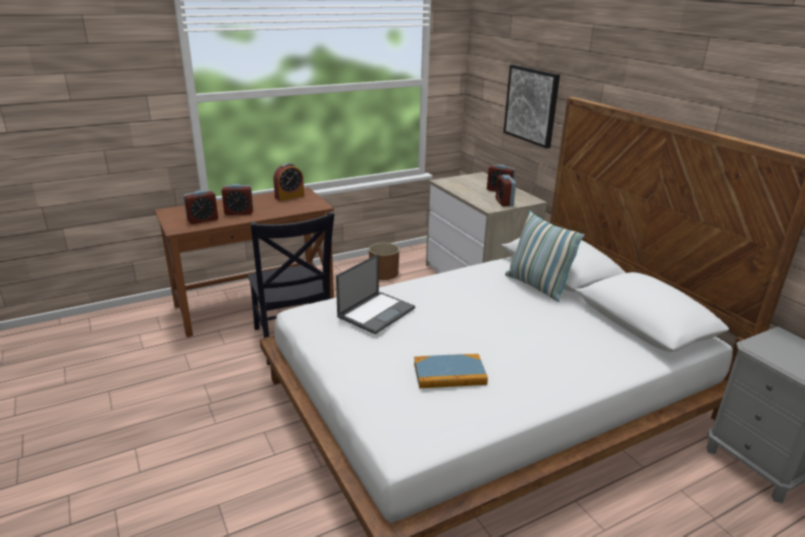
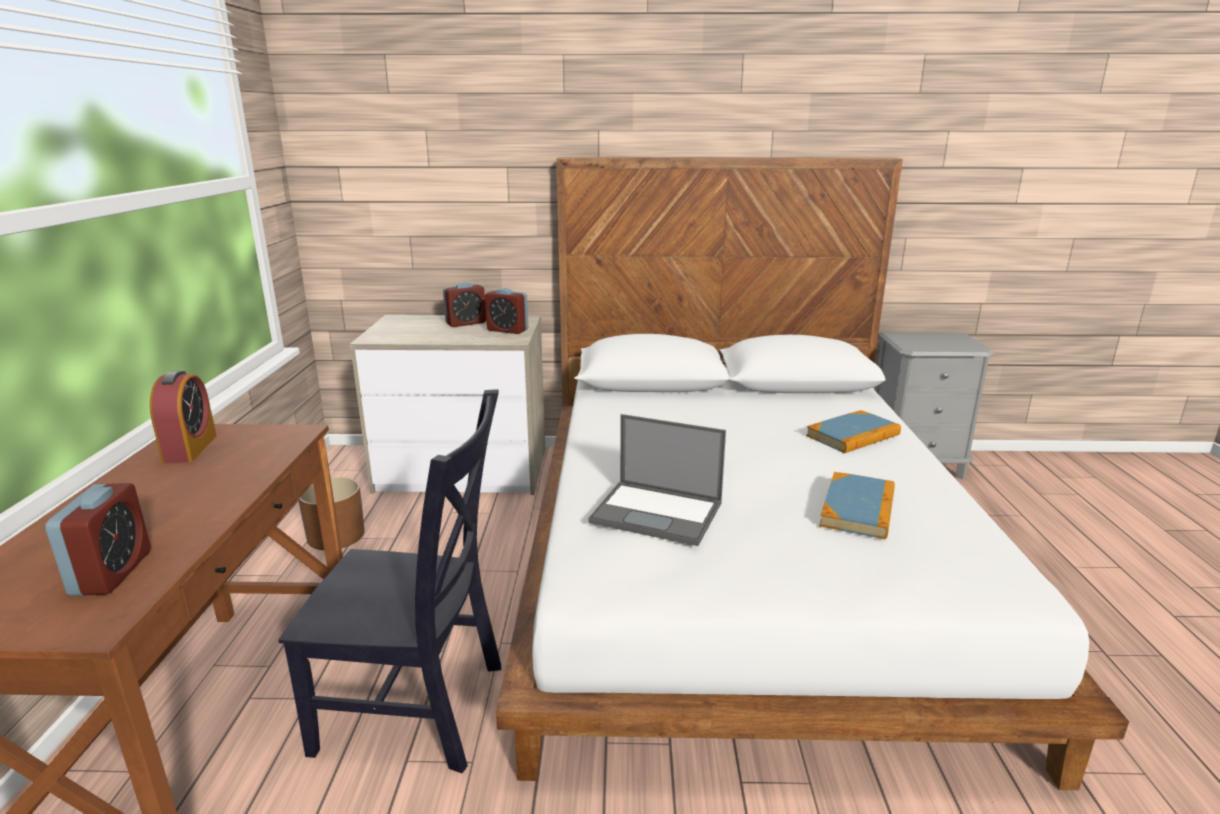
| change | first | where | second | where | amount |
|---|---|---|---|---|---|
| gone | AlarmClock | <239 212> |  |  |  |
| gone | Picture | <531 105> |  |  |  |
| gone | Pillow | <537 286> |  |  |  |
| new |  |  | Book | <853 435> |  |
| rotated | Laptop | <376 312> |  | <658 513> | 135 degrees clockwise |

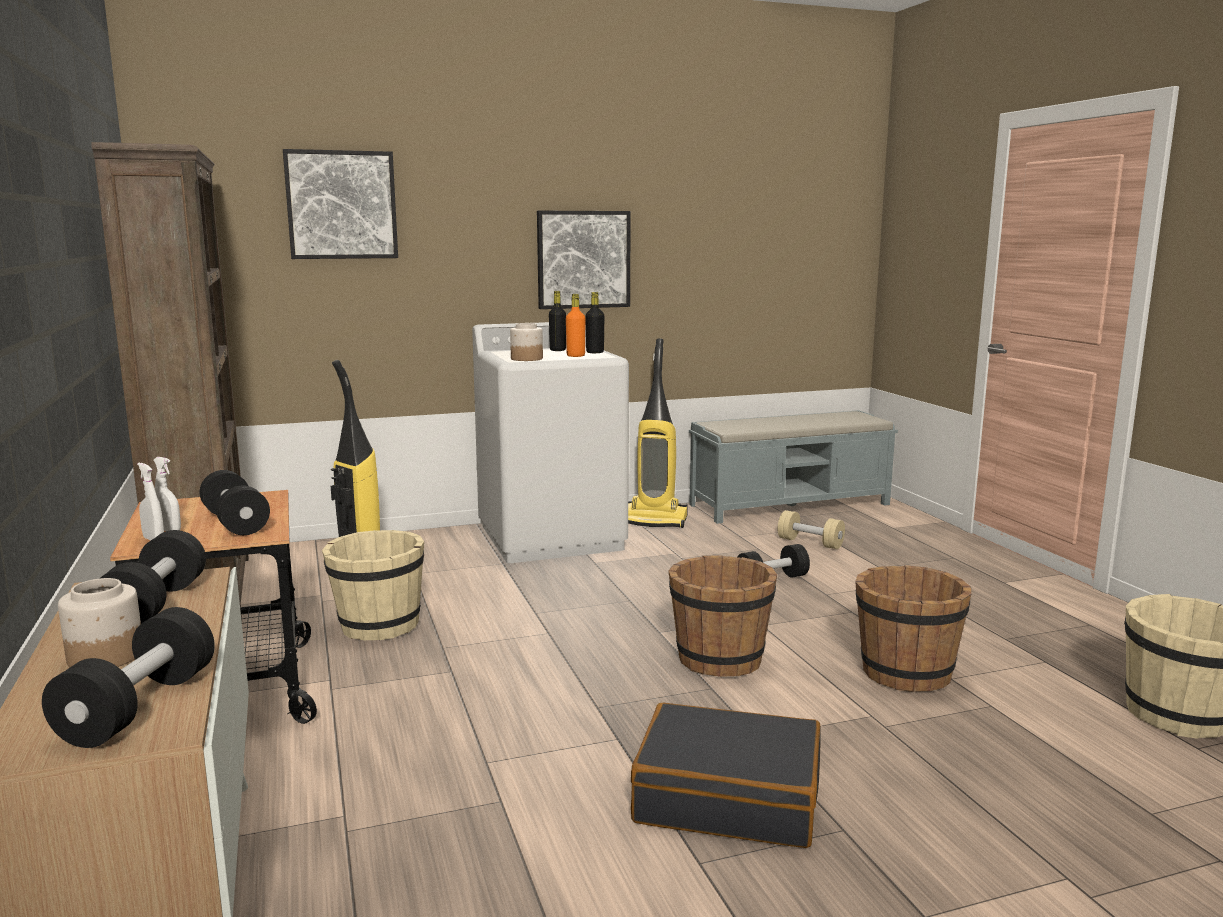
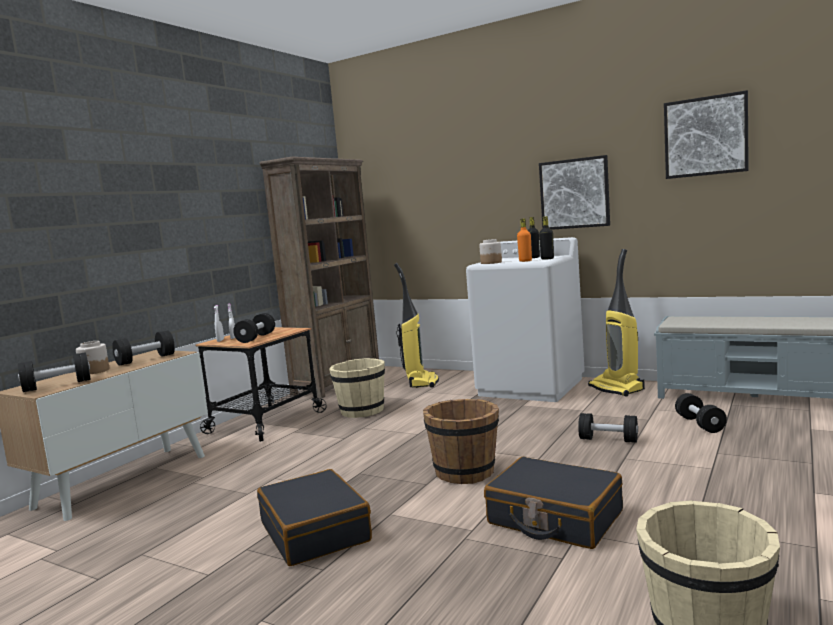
| change | first | where | second | where | amount |
|---|---|---|---|---|---|
| shifted | Picture | <341 205> |  | <705 136> |  |
| swapped | BrownBucket | <905 673> | BlackSuitcase | <554 518> |  |
| repainted | BeigeDumbbell | <810 543> | BlackDumbbell | <700 424> |  |

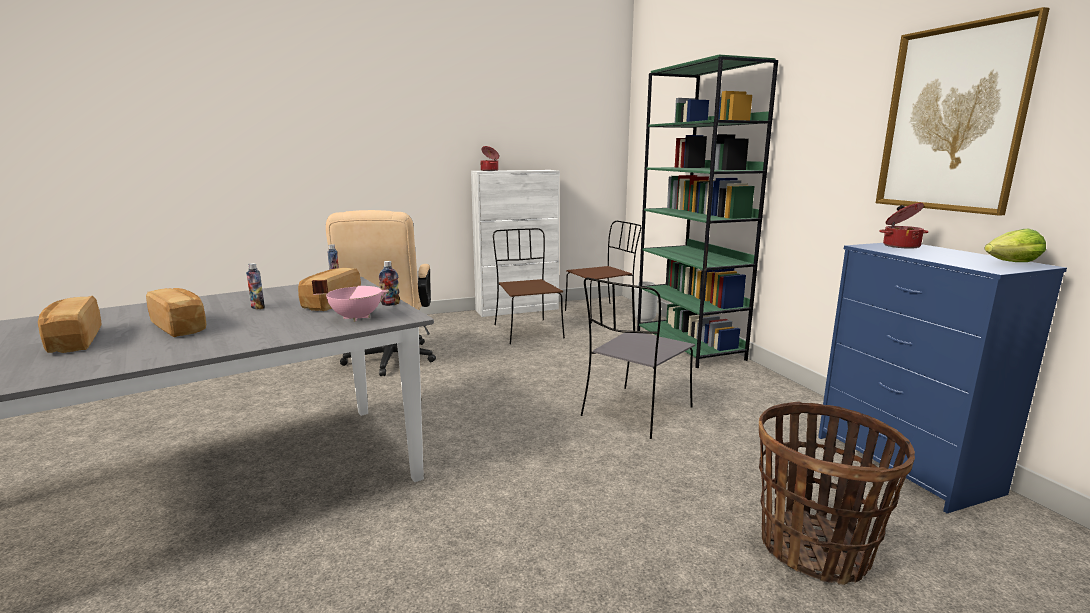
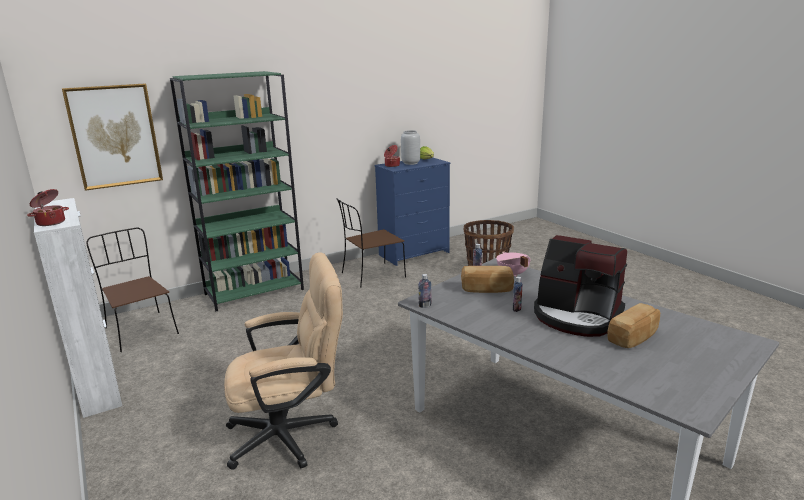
| change | first | where | second | where | amount |
|---|---|---|---|---|---|
| gone | GreyChair | <635 413> |  |  |  |
| shifted | BrownChair | <527 331> |  | <371 275> |  |
| shifted | GreyVase | <644 319> |  | <410 163> |  |
| shifted | Picture | <952 119> |  | <115 136> |  |
| swapped | Bread | <180 327> | CoffeeMachine | <577 316> |  |

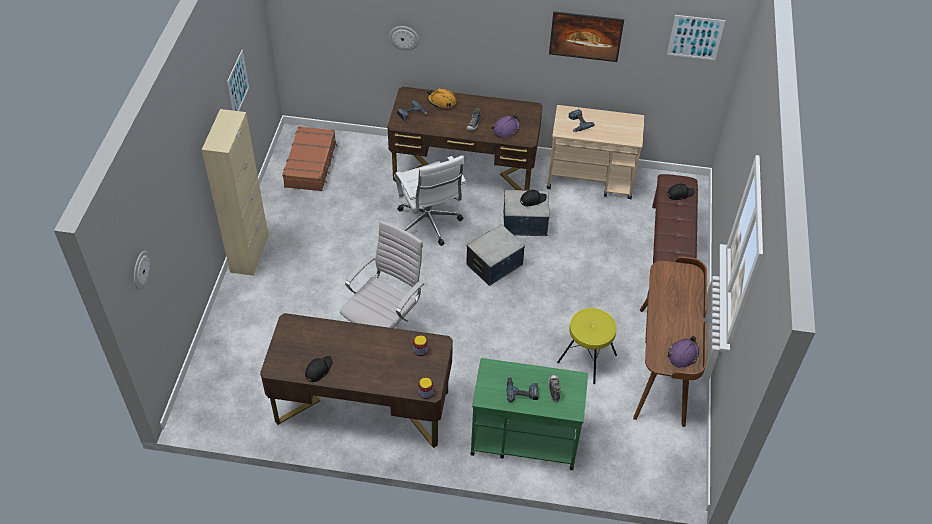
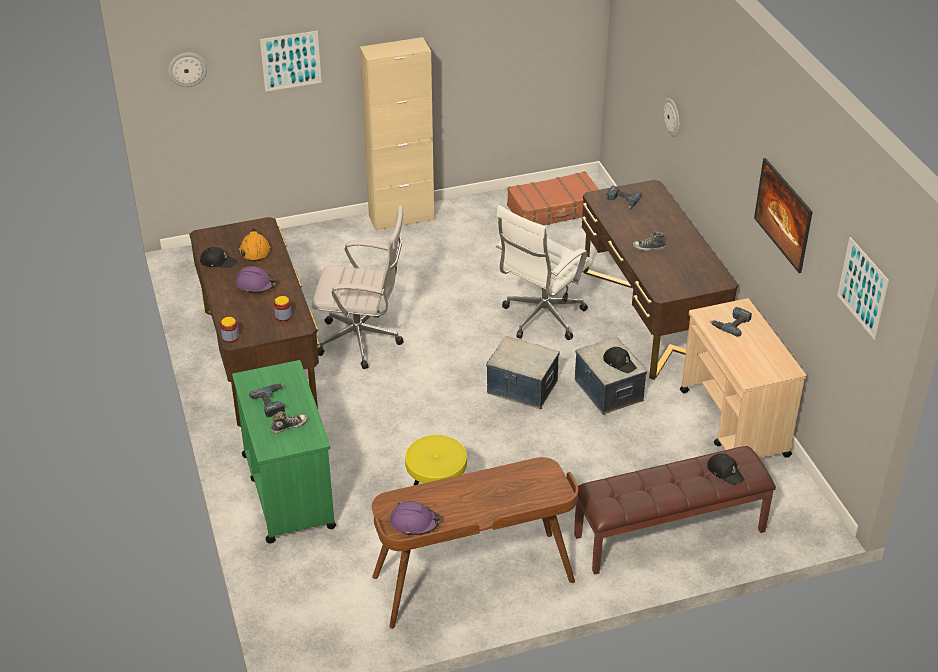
| change | first | where | second | where | amount |
|---|---|---|---|---|---|
| shifted | Picture | <238 84> |  | <291 61> |  |
| shifted | OrangeHardHat | <442 101> |  | <255 250> |  |
| shifted | PurpleHardHat | <506 129> |  | <256 285> |  |

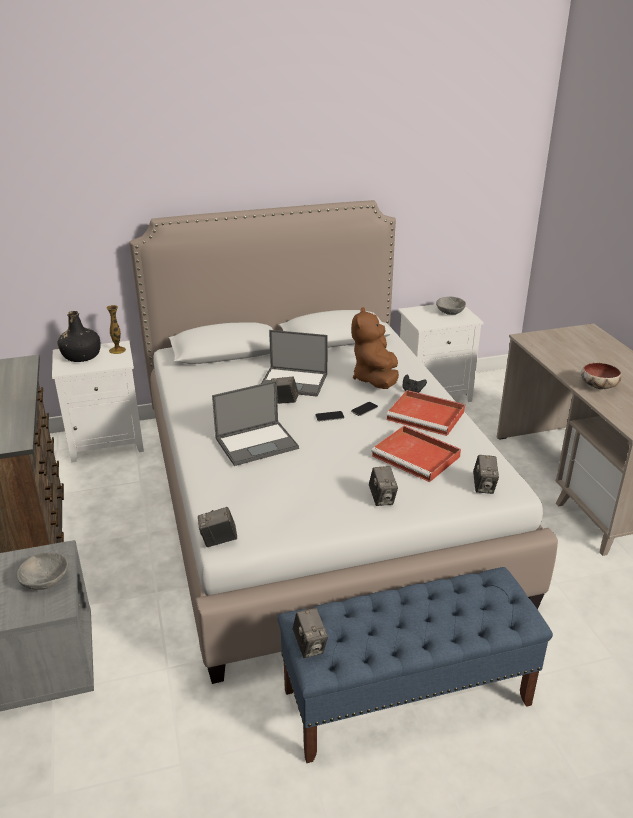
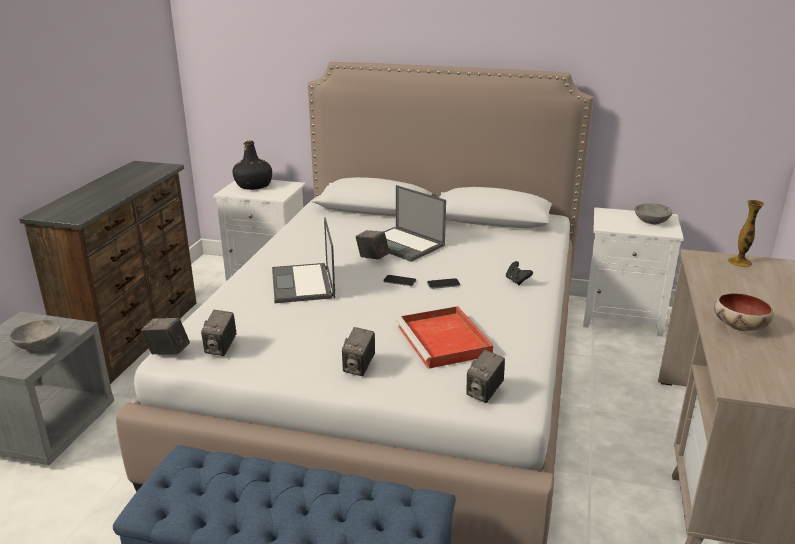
| change | first | where | second | where | amount |
|---|---|---|---|---|---|
| gone | BrownPlushToy | <375 379> |  |  |  |
| gone | RedTray | <427 416> |  |  |  |
| shifted | Vase | <117 350> |  | <739 262> |  |
| shifted | PhotoCamera | <310 646> |  | <221 348> |  |
| rotated | Laptop | <257 443> |  | <303 284> | 75 degrees clockwise |

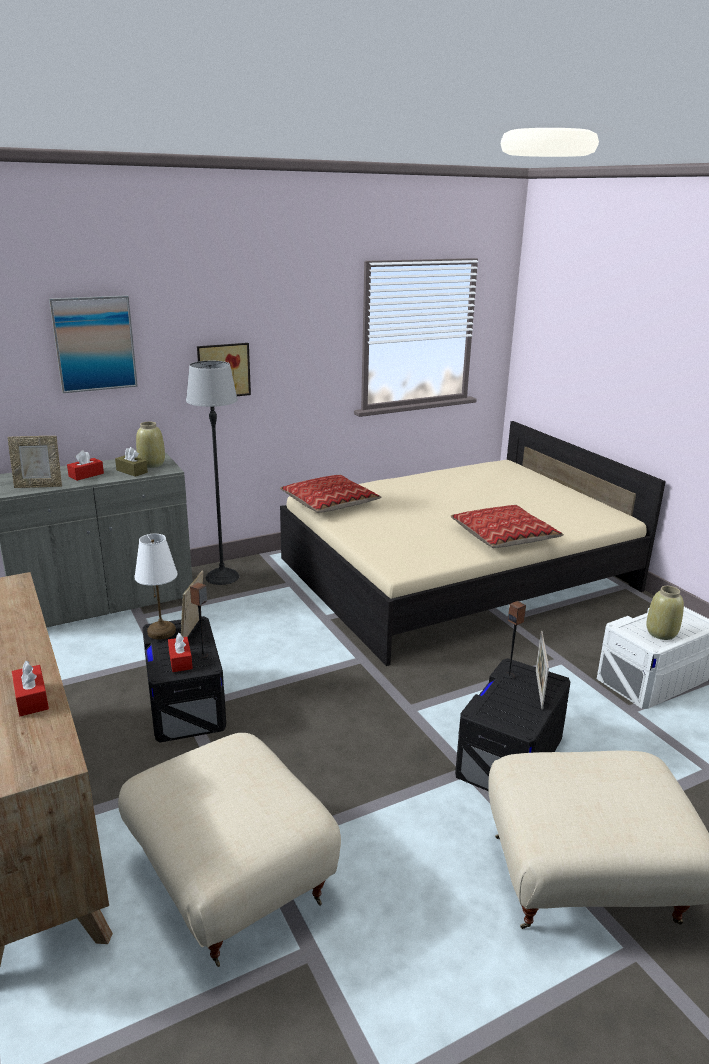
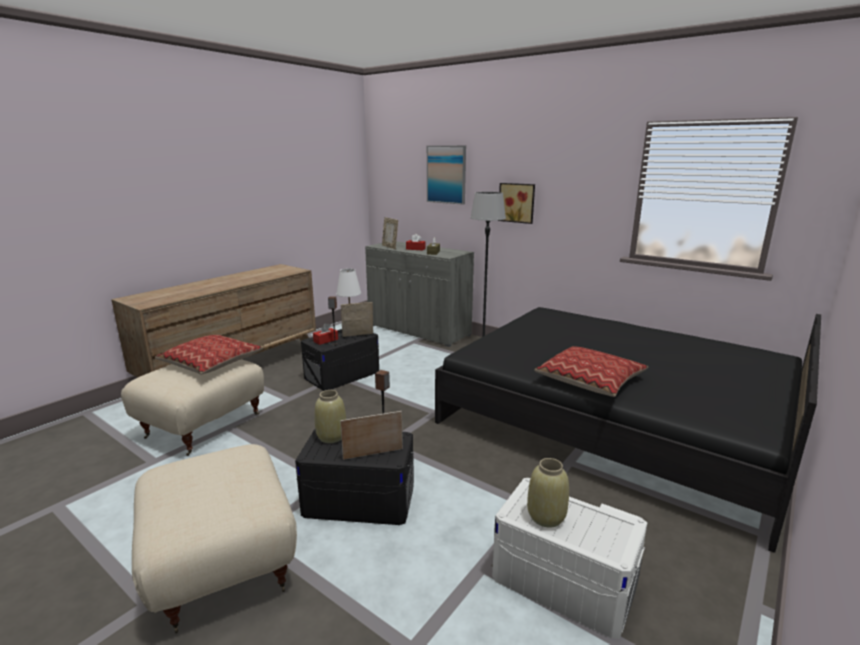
| change | first | where | second | where | amount |
|---|---|---|---|---|---|
| gone | RedTissueBox | <31 699> |  |  |  |
| shifted | BeigeVase | <152 464> |  | <331 437> |  |
| shifted | Pillow | <330 503> |  | <211 363> |  |
| repainted | BeigeBed | <456 574> | BlackBed | <614 422> |  |

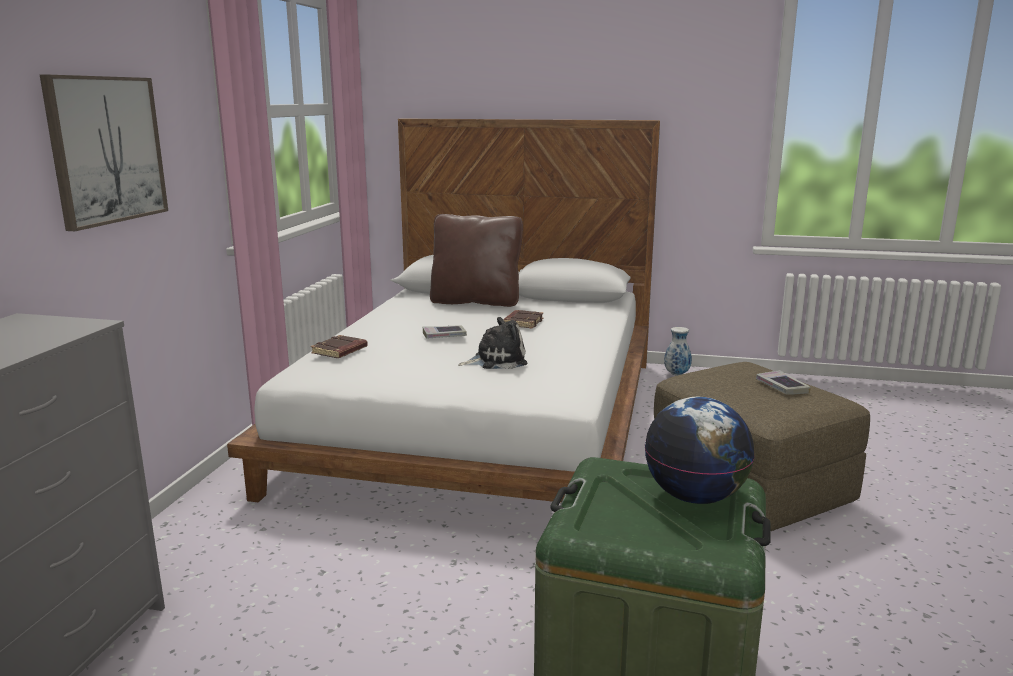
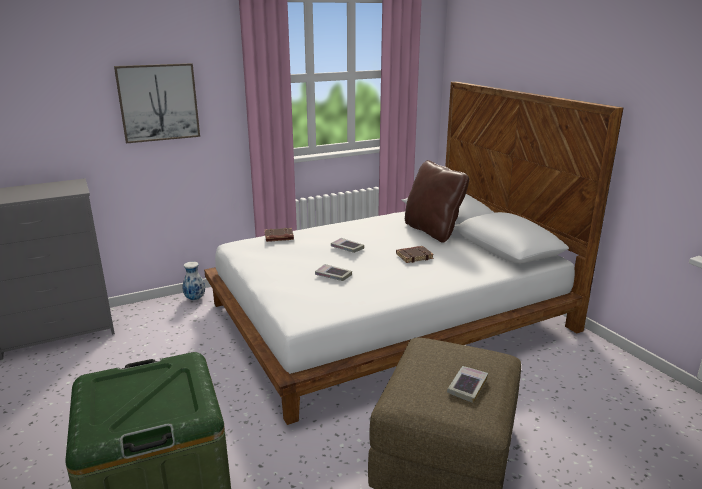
| change | first | where | second | where | amount |
|---|---|---|---|---|---|
| gone | Globe | <695 497> |  |  |  |
| shifted | Vase | <676 374> |  | <195 298> |  |
| swapped | PlushToy | <496 360> | Book | <333 275> |  |

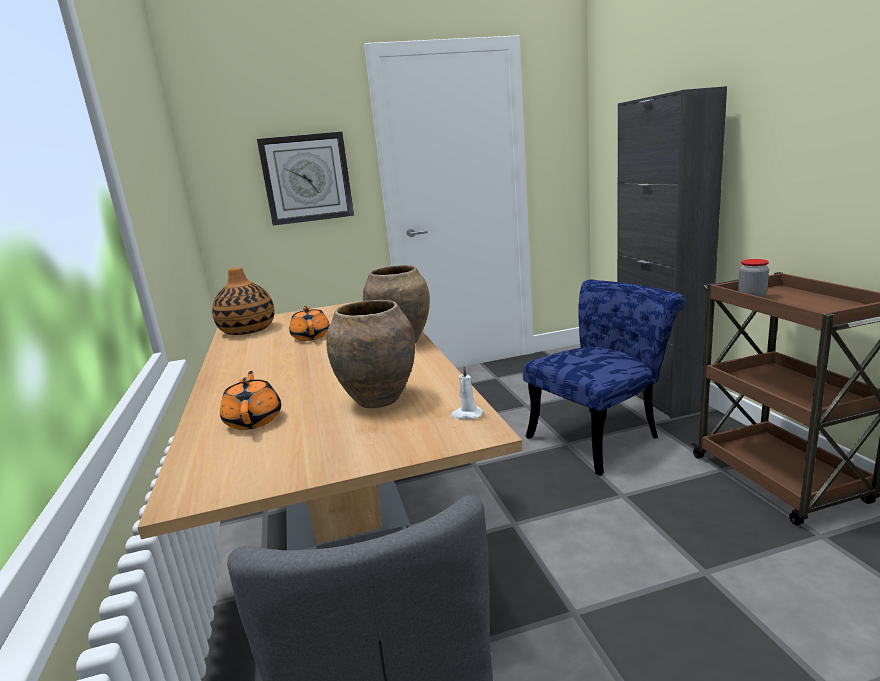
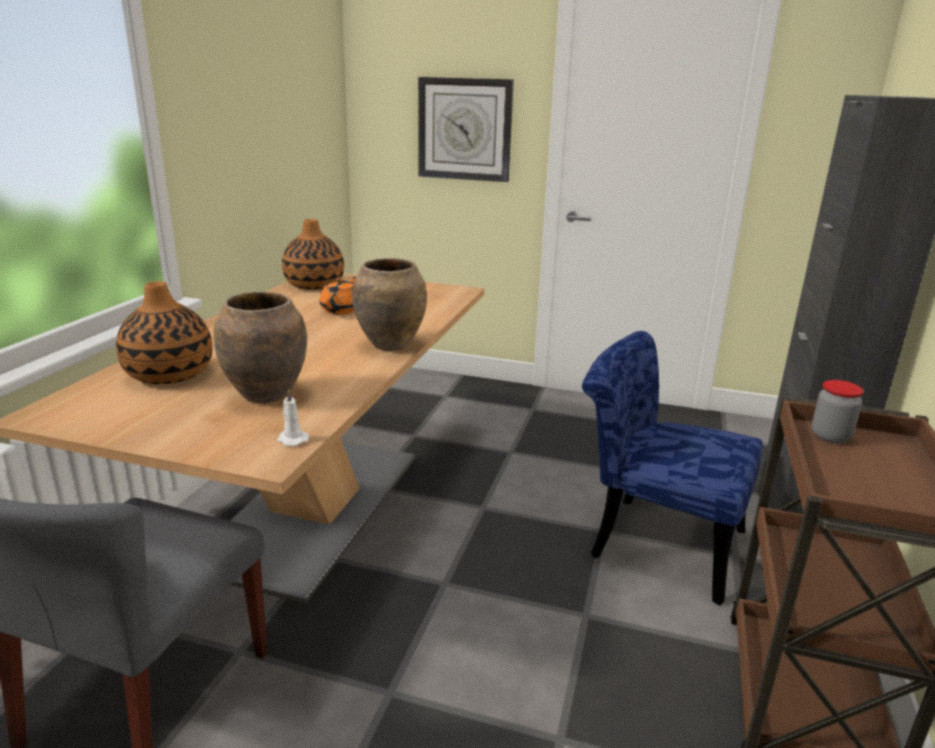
| change | first | where | second | where | amount |
|---|---|---|---|---|---|
| swapped | OrangeTeapot | <254 420> | Vase | <169 374> |  |
| rotated | BlueChair | <601 435> |  | <653 540> | 150 degrees counterclockwise |

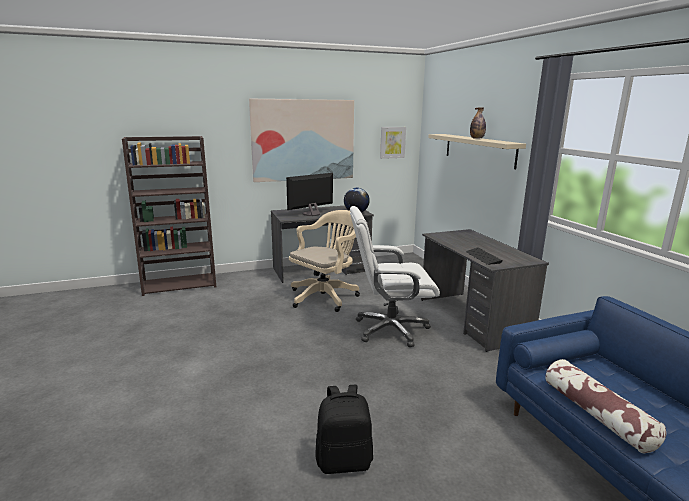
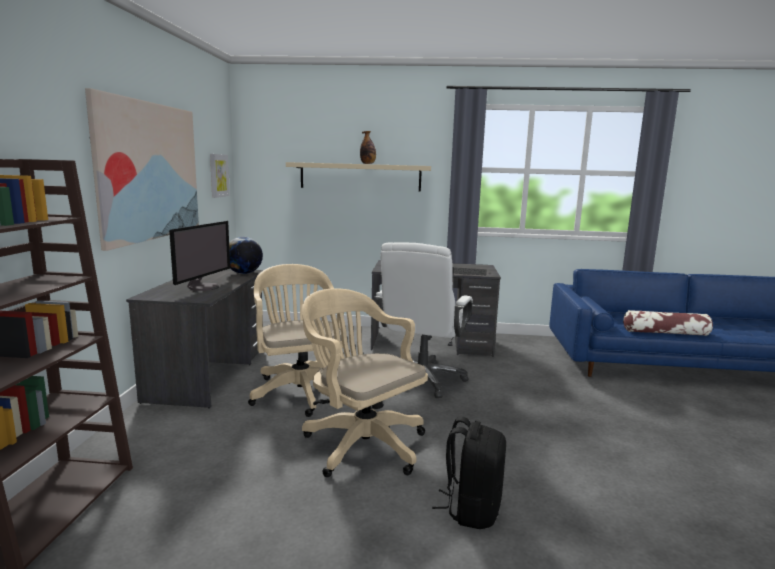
| change | first | where | second | where | amount |
|---|---|---|---|---|---|
| new |  |  | BeigeOfficeChair | <360 443> |  |
| shifted | BlackBackpack | <344 461> |  | <471 509> |  |
| rotated | Monitor | <311 214> |  | <203 287> | 150 degrees counterclockwise |

